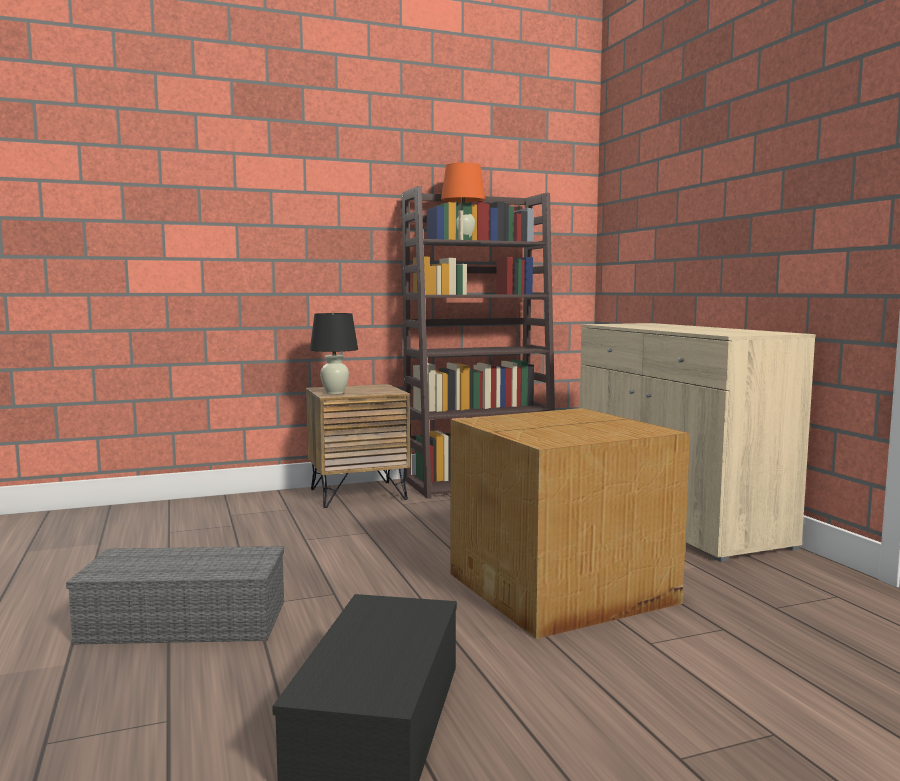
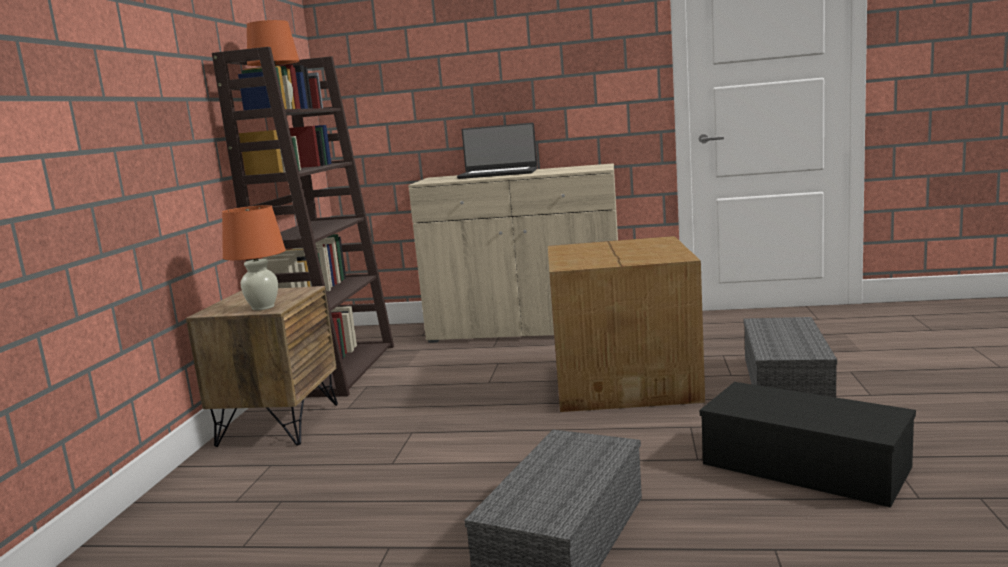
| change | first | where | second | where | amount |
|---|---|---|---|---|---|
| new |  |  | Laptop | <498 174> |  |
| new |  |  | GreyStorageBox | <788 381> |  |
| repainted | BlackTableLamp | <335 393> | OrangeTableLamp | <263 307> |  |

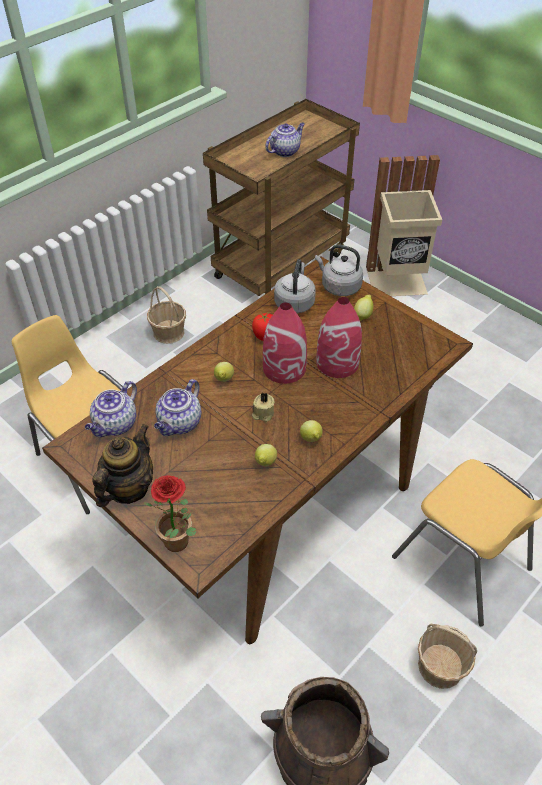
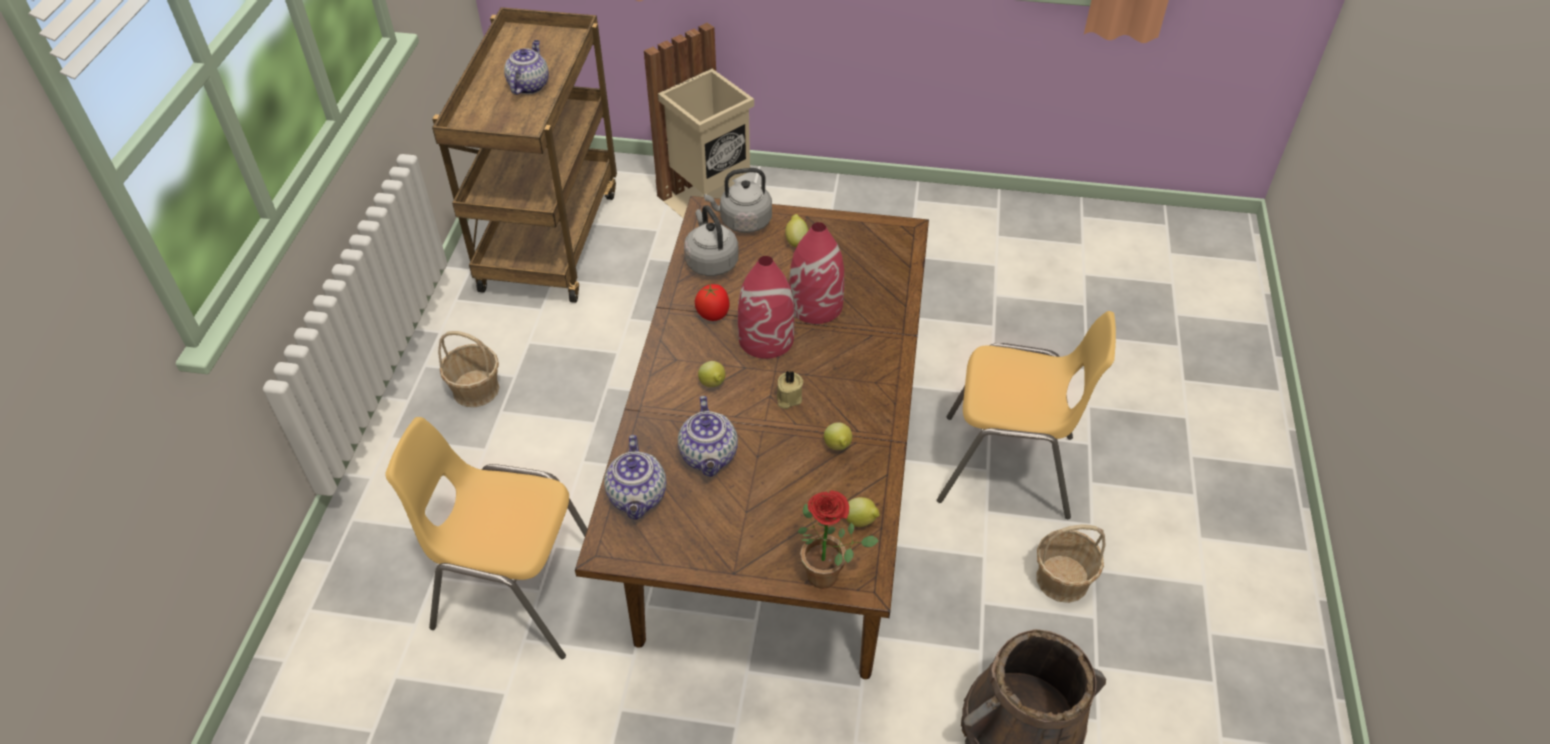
| change | first | where | second | where | amount |
|---|---|---|---|---|---|
| gone | Teapot | <128 488> |  |  |  |
| shifted | Lemon | <311 439> |  | <861 522> |  |

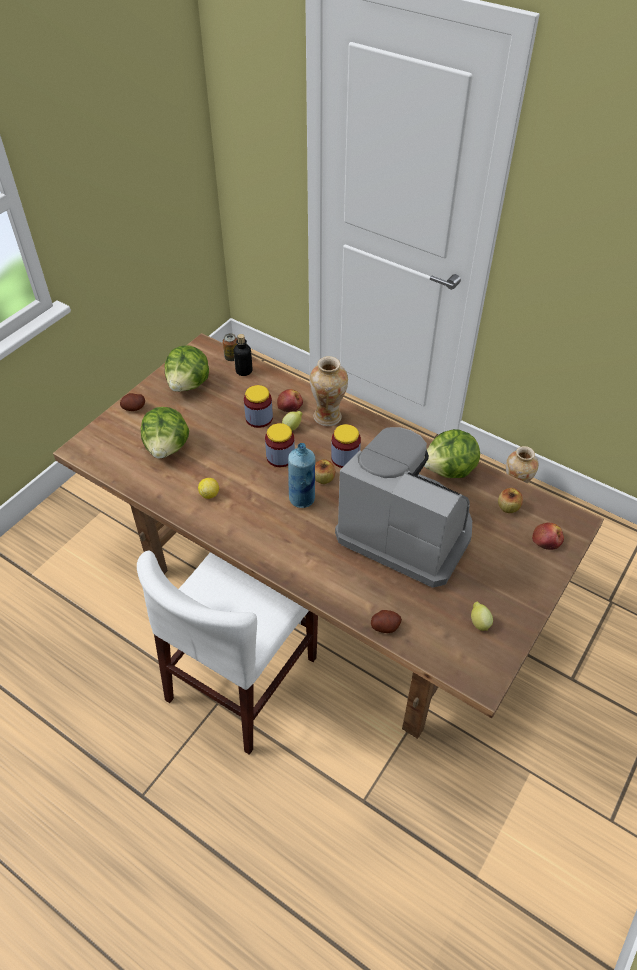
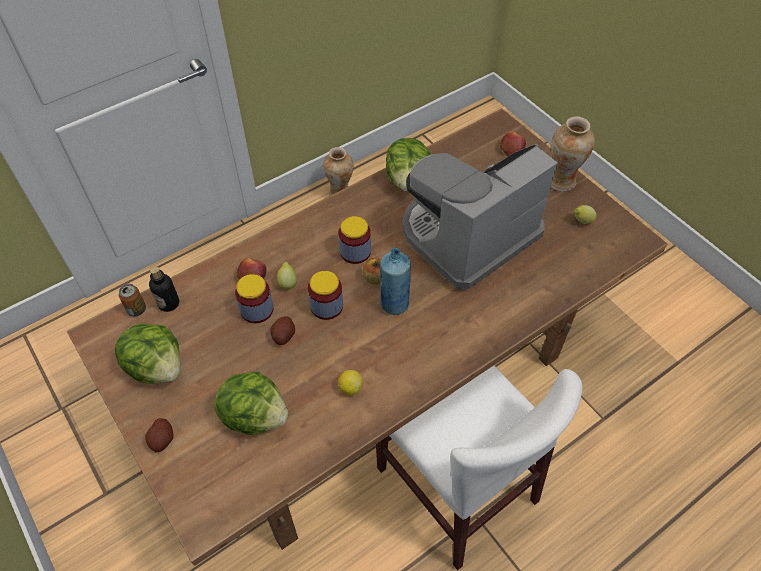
| change | first | where | second | where | amount |
|---|---|---|---|---|---|
| gone | Apple | <508 507> |  |  |  |
| shifted | Vase | <328 417> |  | <561 181> |  |
| shifted | Potato | <385 626> |  | <283 335> |  |

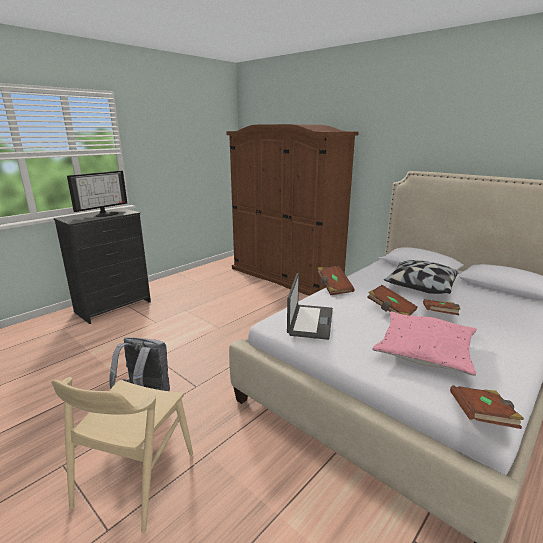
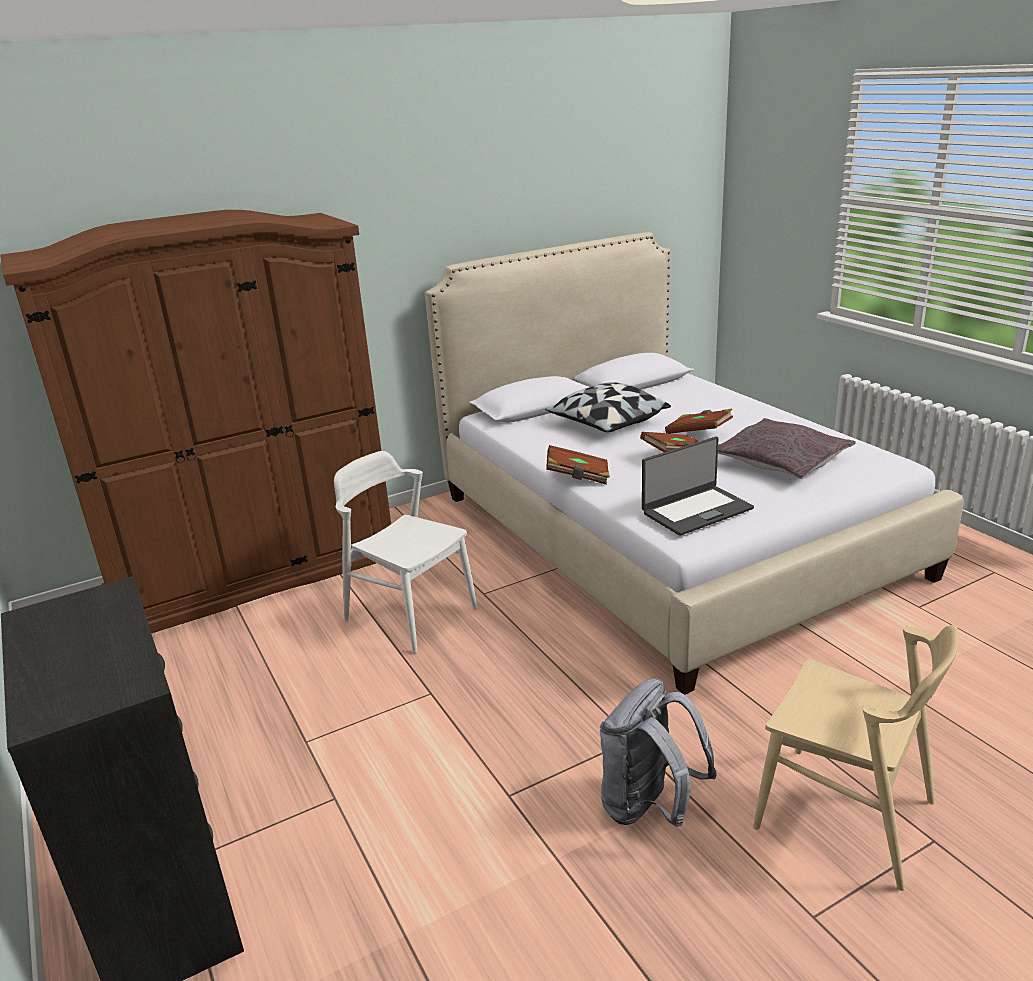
| change | first | where | second | where | amount |
|---|---|---|---|---|---|
| gone | Monitor | <106 214> |  |  |  |
| gone | BrownBook | <481 417> |  |  |  |
| new |  |  | WhiteChair | <410 614> |  |
| repainted | PinkPillow | <424 350> | GreyPillow | <780 461> |  |
| rotated | Laptop | <310 321> |  | <696 510> | 120 degrees clockwise |

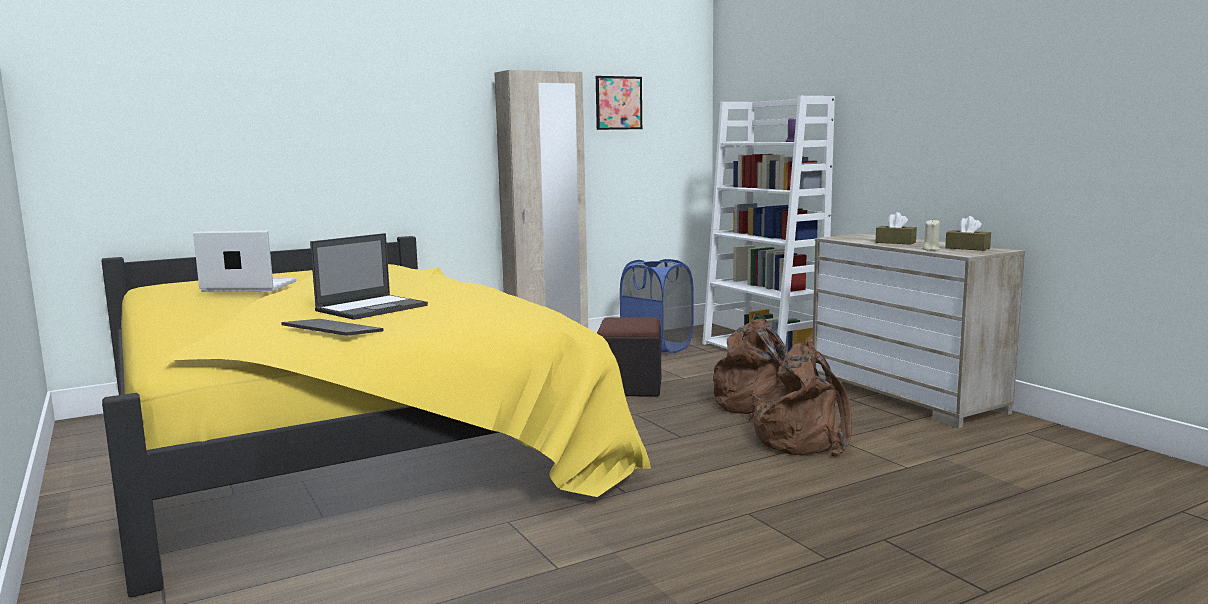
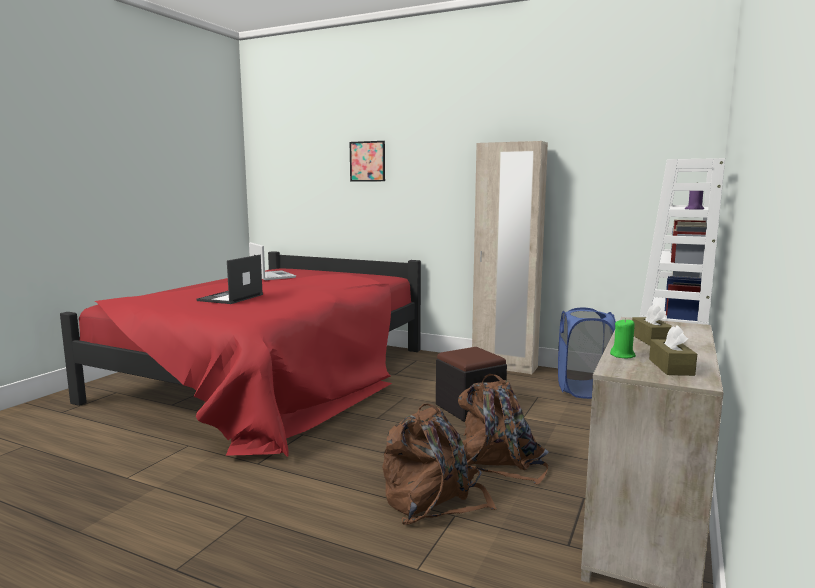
| change | first | where | second | where | amount |
|---|---|---|---|---|---|
| gone | Keyboard | <329 330> |  |  |  |
| shifted | Picture | <618 103> |  | <367 161> |  |
| repainted | YellowBed | <344 445> | RedBed | <272 377> |  |
| repainted | BeigeCandle | <930 249> | GreenCandle | <623 355> |  |
| rotated | Laptop | <372 308> |  | <230 298> | 105 degrees clockwise |

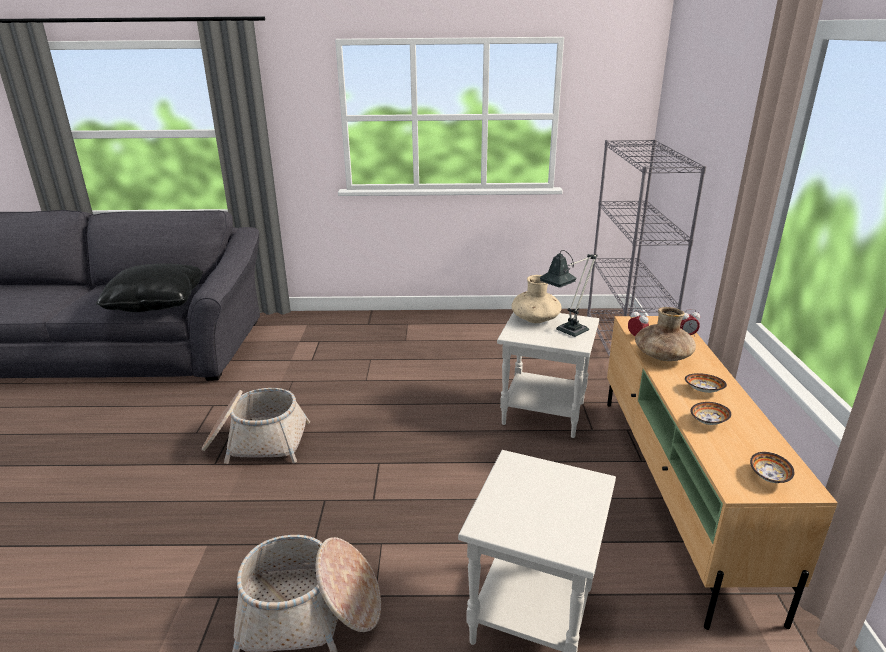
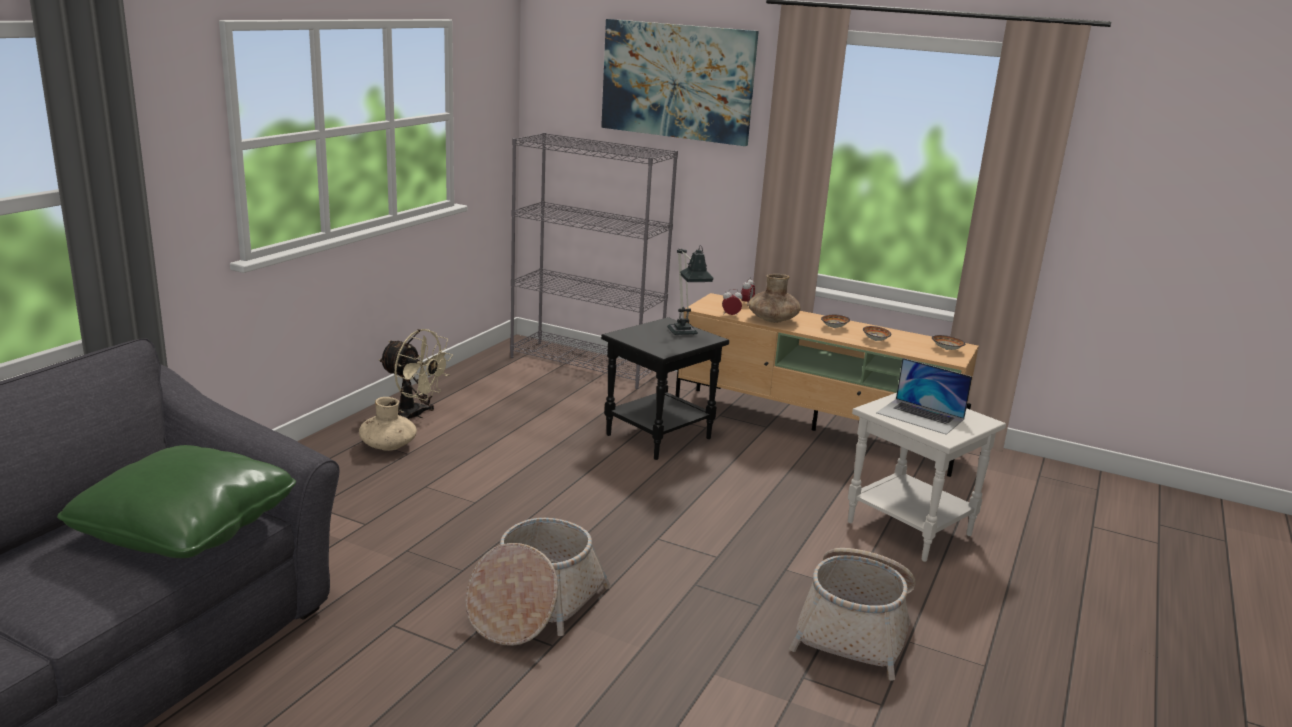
| change | first | where | second | where | amount |
|---|---|---|---|---|---|
| new |  |  | BeigeFan | <414 416> |  |
| new |  |  | Picture | <677 81> |  |
| new |  |  | Laptop | <920 416> |  |
| shifted | BeigeVase | <535 319> |  | <388 446> |  |
| repainted | BlackPillow | <156 303> | GreenPillow | <186 528> |  |
| repainted | WhiteSideTable | <544 413> | BlackSideTable | <658 436> |  |

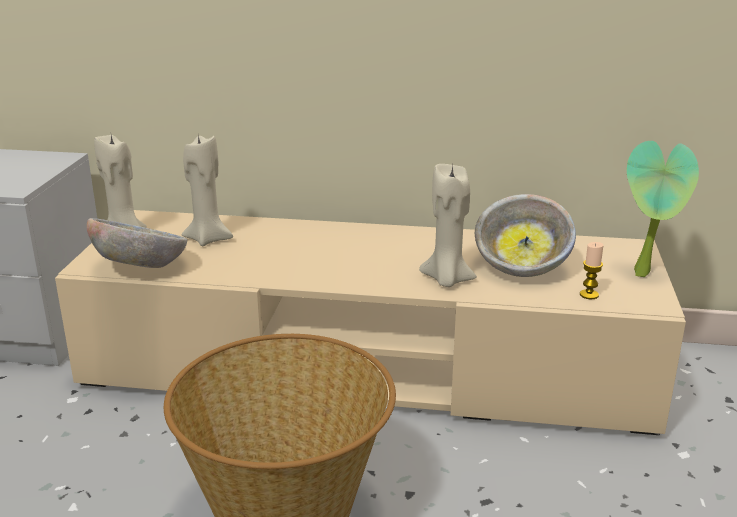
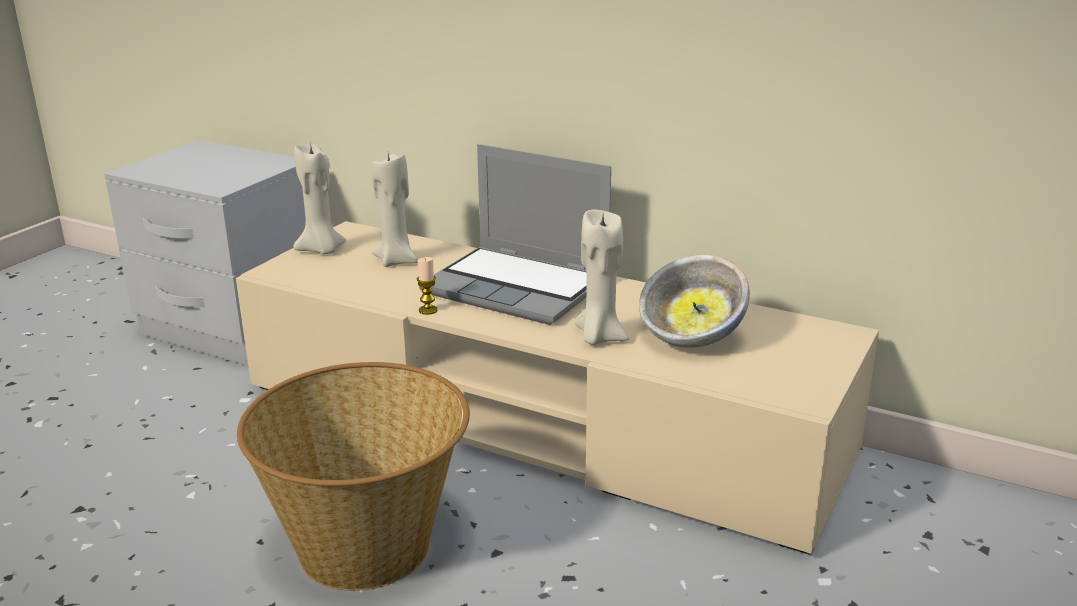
| change | first | where | second | where | amount |
|---|---|---|---|---|---|
| gone | Bowl | <141 268> |  |  |  |
| gone | PottedPlant | <646 274> |  |  |  |
| new |  |  | Laptop | <519 287> |  |
| shifted | Candle | <589 295> |  | <428 310> |  |

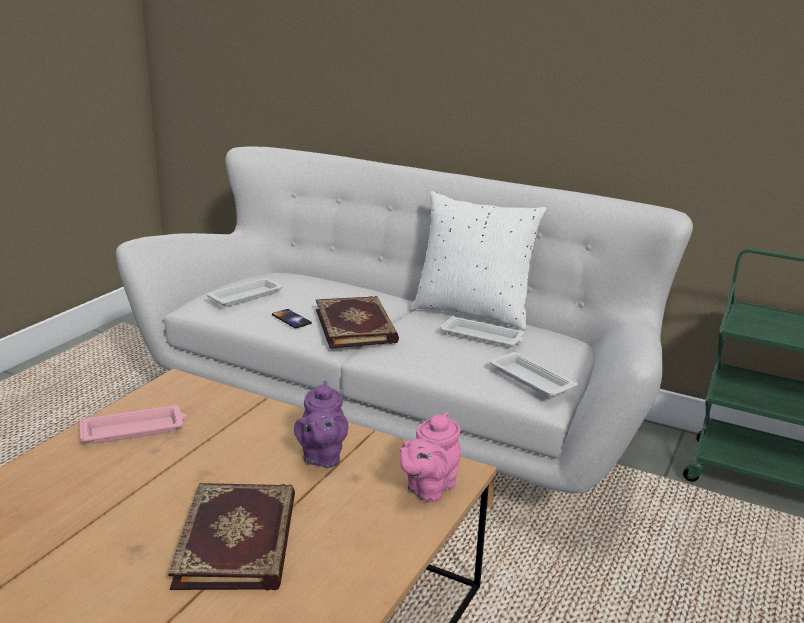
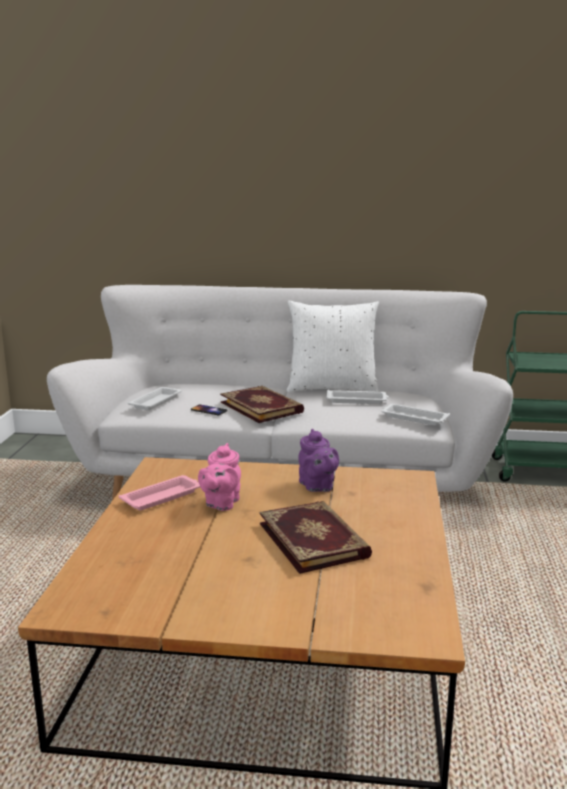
| change | first | where | second | where | amount |
|---|---|---|---|---|---|
| shifted | PinkTeapot | <428 489> |  | <221 503> |  |

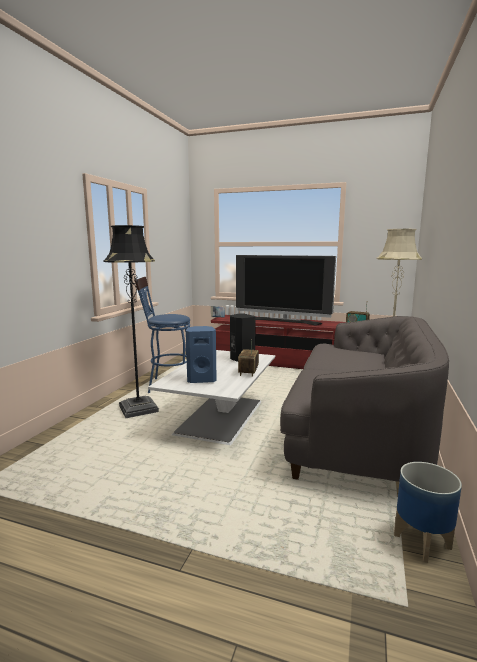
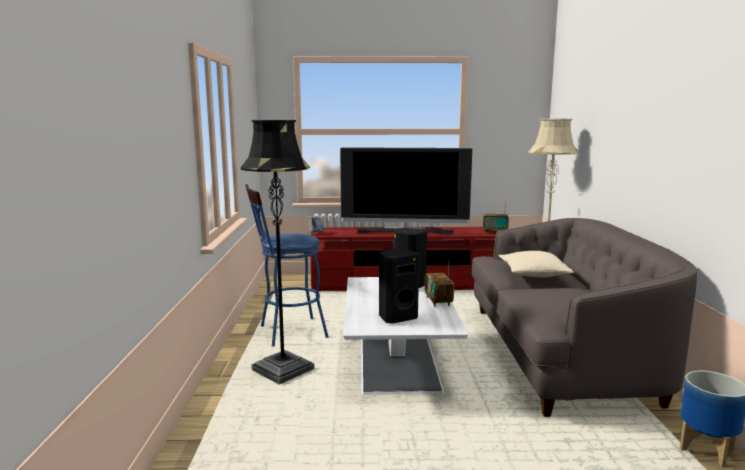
| change | first | where | second | where | amount |
|---|---|---|---|---|---|
| new |  |  | BeigePillow | <533 274> |  |
| repainted | BlueSpeaker | <201 379> | BlackSpeaker | <397 317> |  |

